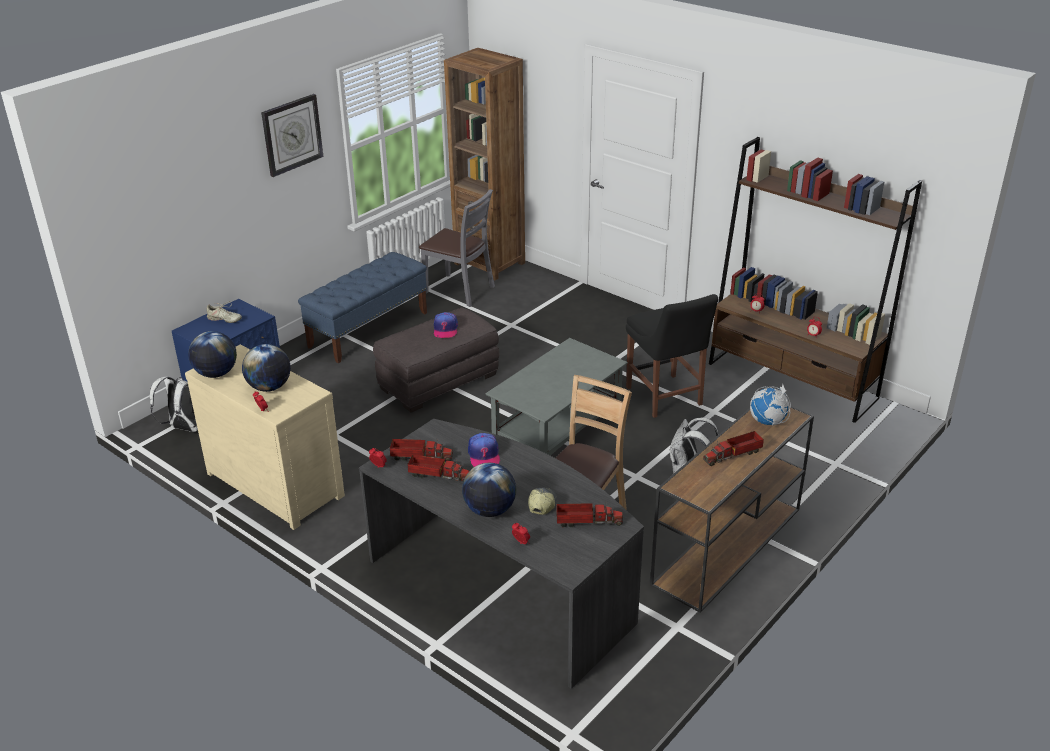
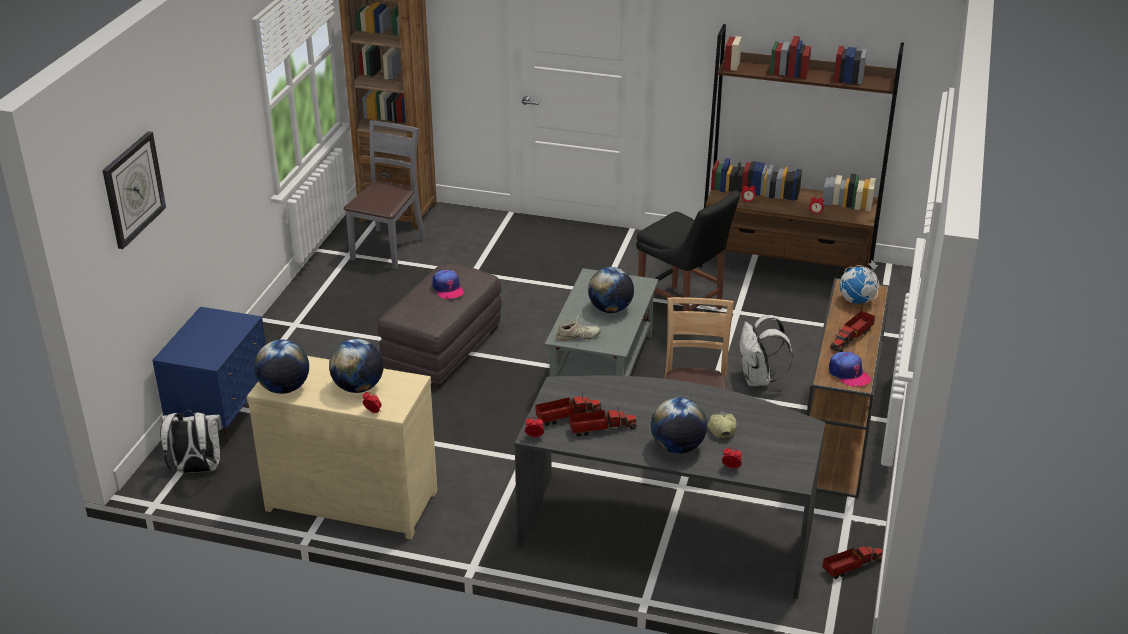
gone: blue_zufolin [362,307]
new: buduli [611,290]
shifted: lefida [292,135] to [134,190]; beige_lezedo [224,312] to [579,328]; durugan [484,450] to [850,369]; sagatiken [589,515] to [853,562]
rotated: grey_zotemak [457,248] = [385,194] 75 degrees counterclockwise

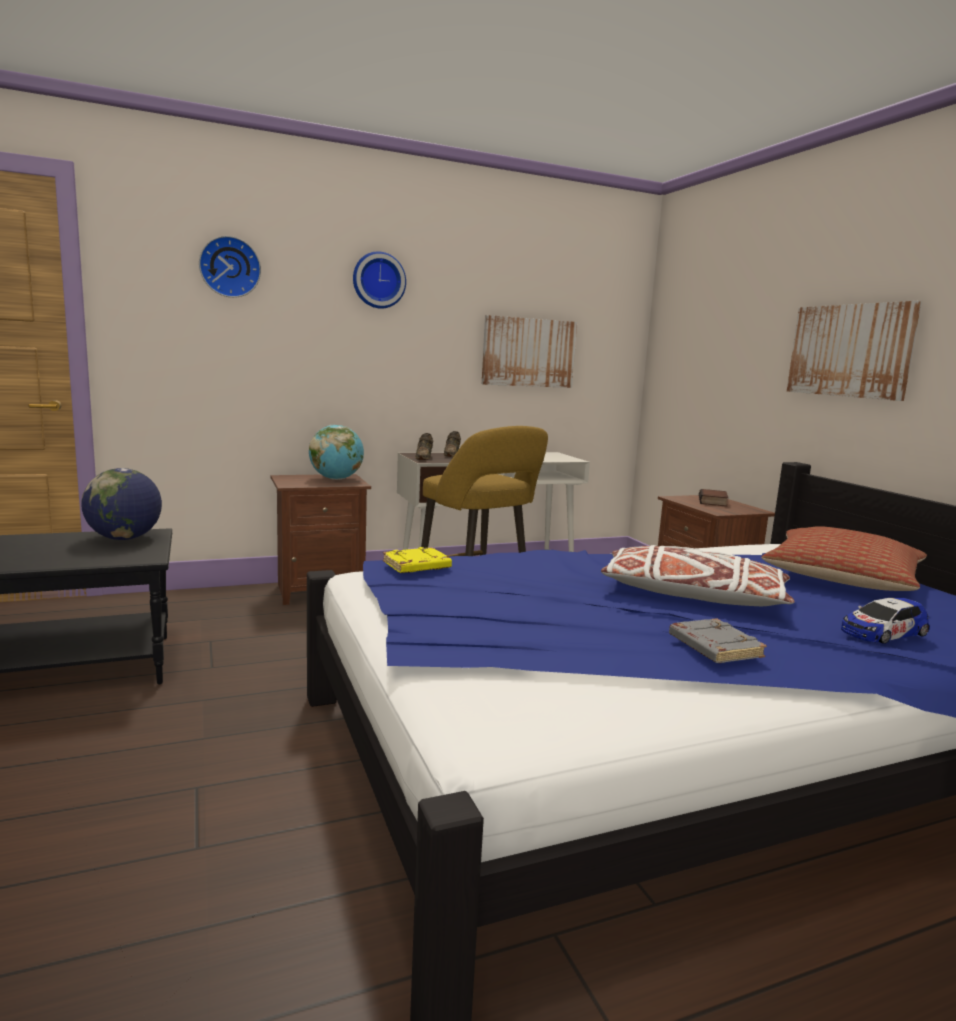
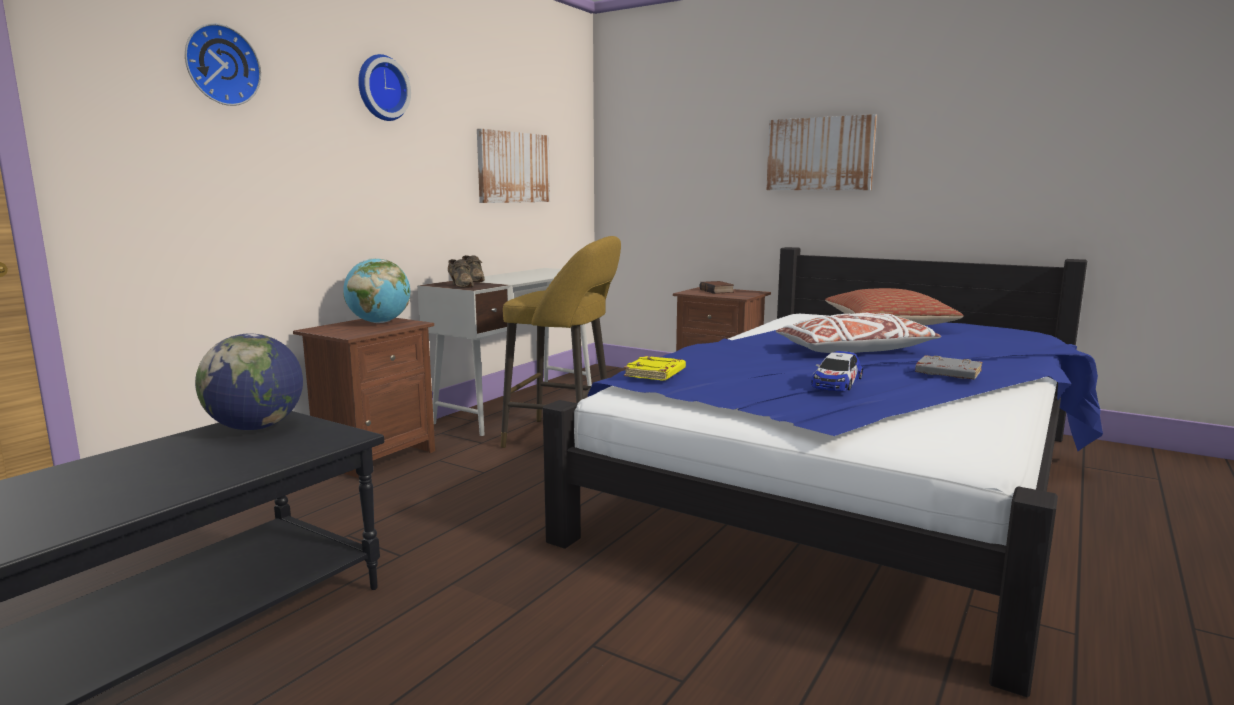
shifted: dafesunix [885,621] to [837,371]

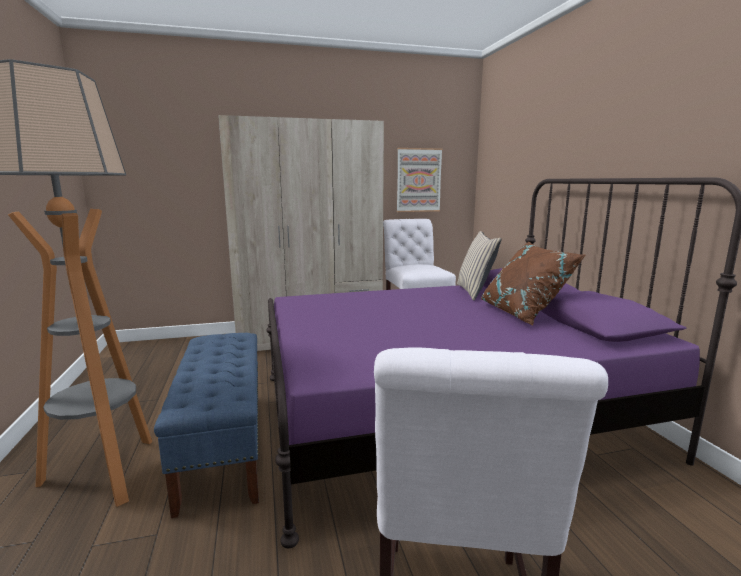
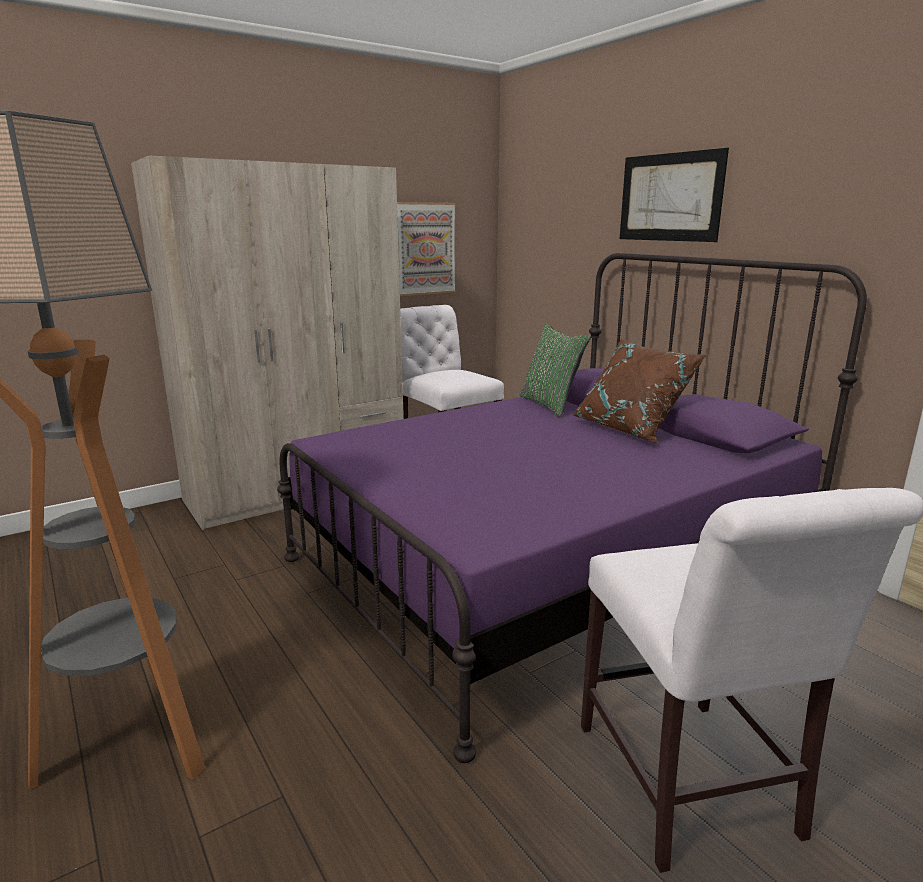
gone: blue_zufolin [206,425]
new: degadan [674,195]
repainted: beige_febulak [479,265] to green_febulak [555,371]

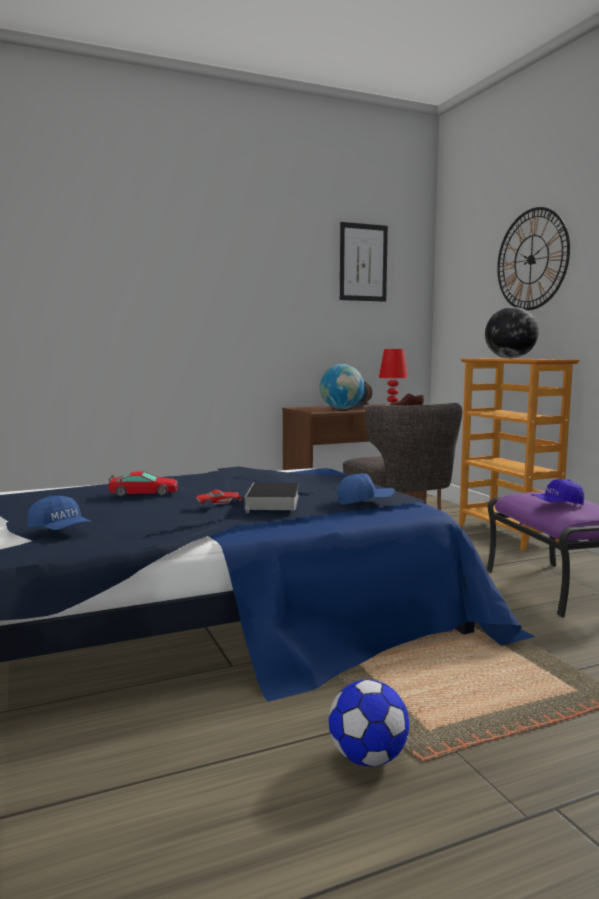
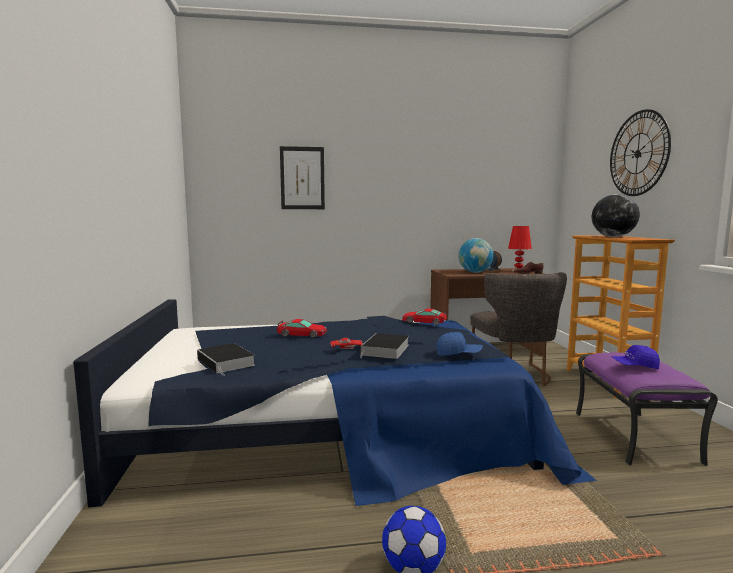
new: dafesunix [424,316]
shifted: degadan [364,262] to [302,177]
swapped: blue_durugan [59,513] to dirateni [226,359]

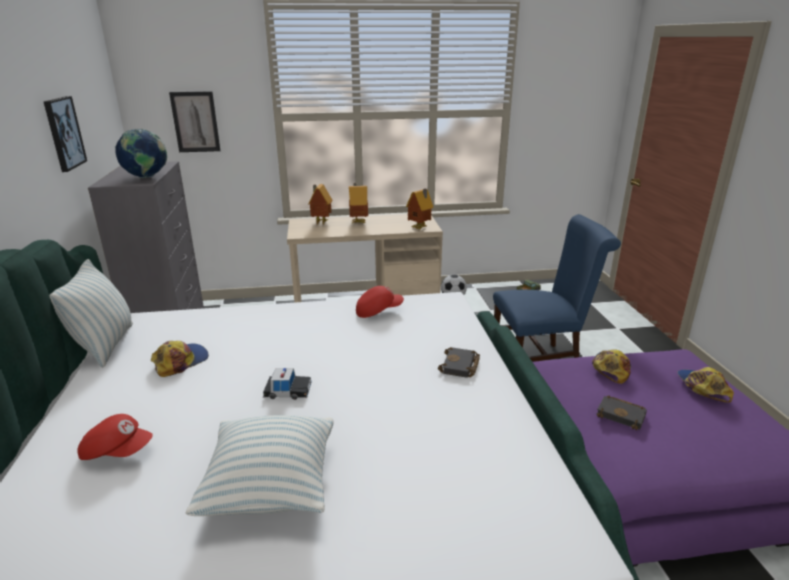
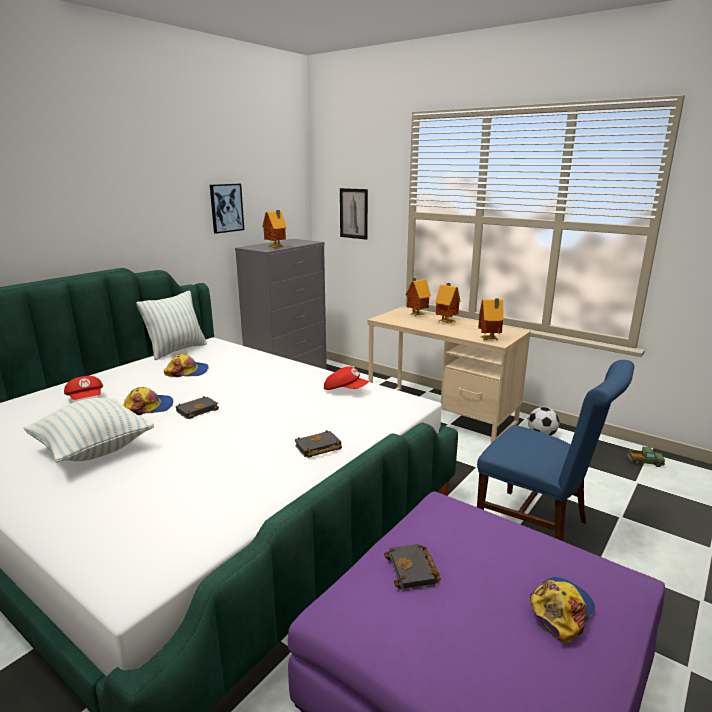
shifted: durugan [611,366] to [148,401]
swapped: buduli [141,153] to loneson [274,229]; dafesunix [287,384] to black_dirateni [197,407]

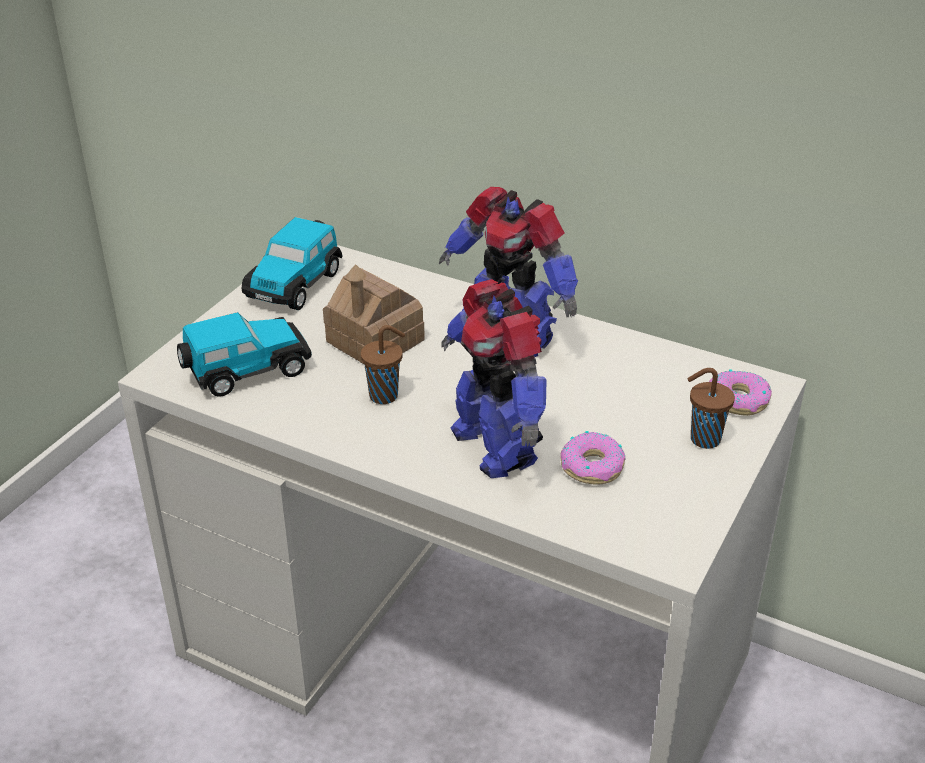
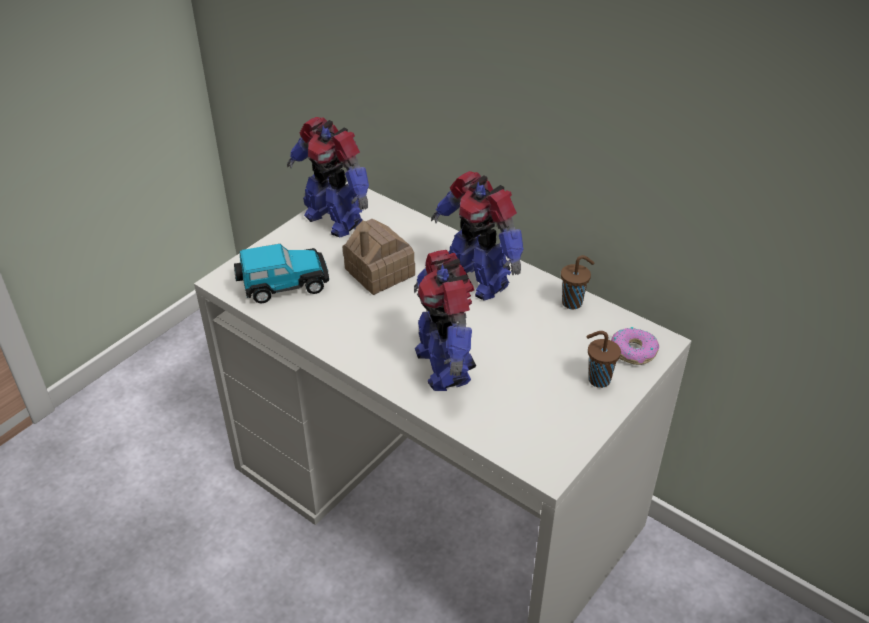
gone: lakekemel [593,458]
shifted: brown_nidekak [383,364] to [577,282]
swapped: dafesunix [292,263] to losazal [328,177]

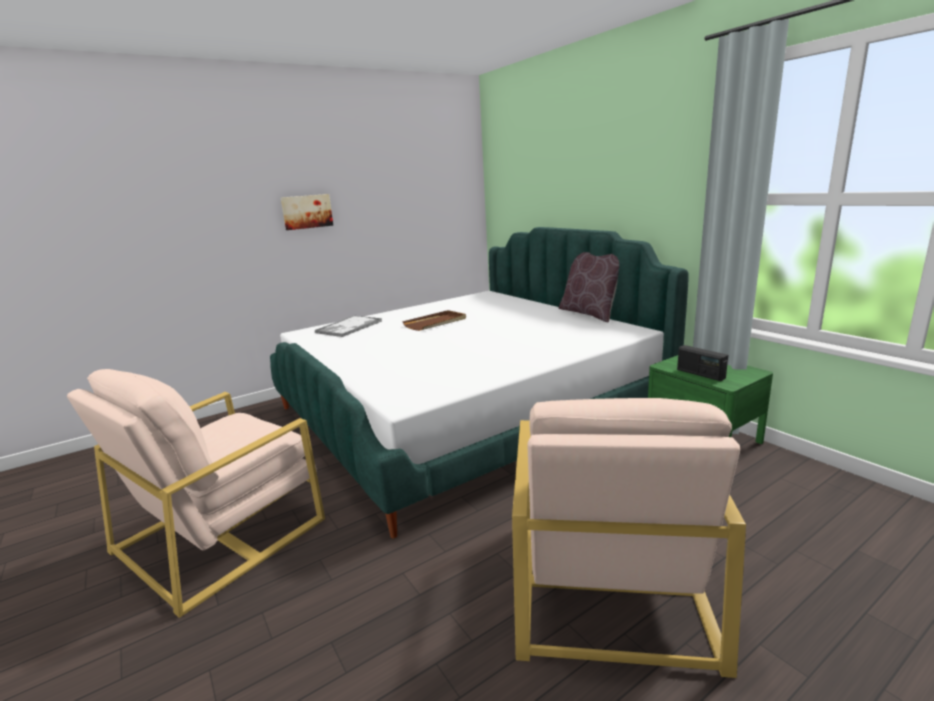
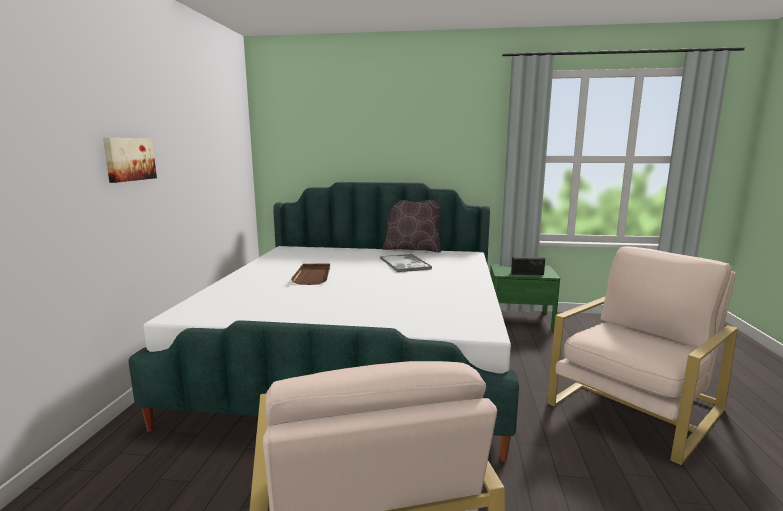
shifted: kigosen [348,326] to [406,263]
rotated: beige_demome [629,538] = [642,355] 90 degrees counterclockwise

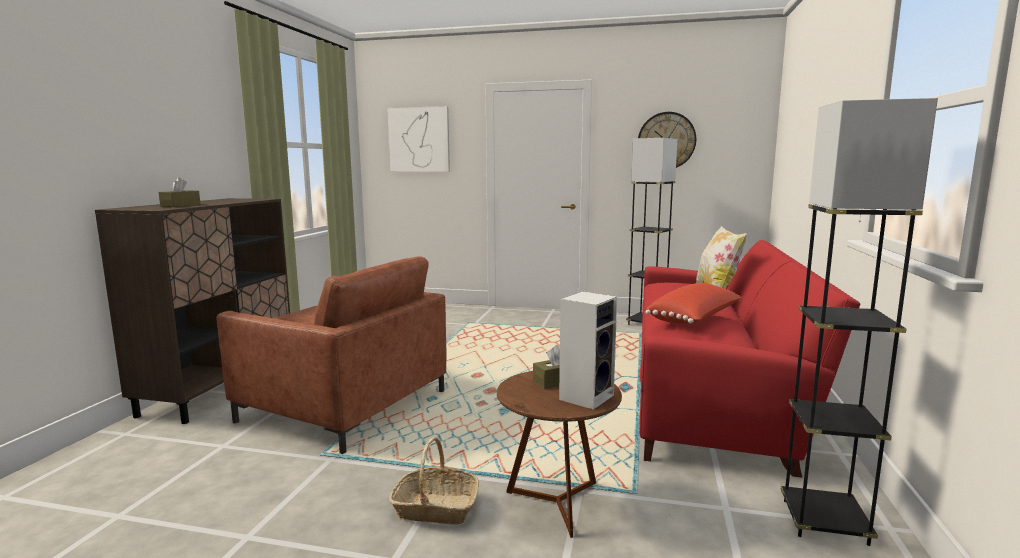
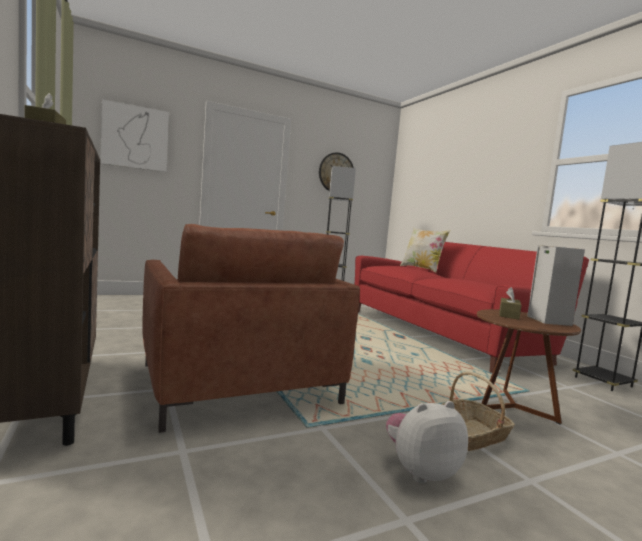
gone: red_febulak [693,303]
new: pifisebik [427,442]
rotated: brown_demome [331,355] = [251,328] 75 degrees clockwise

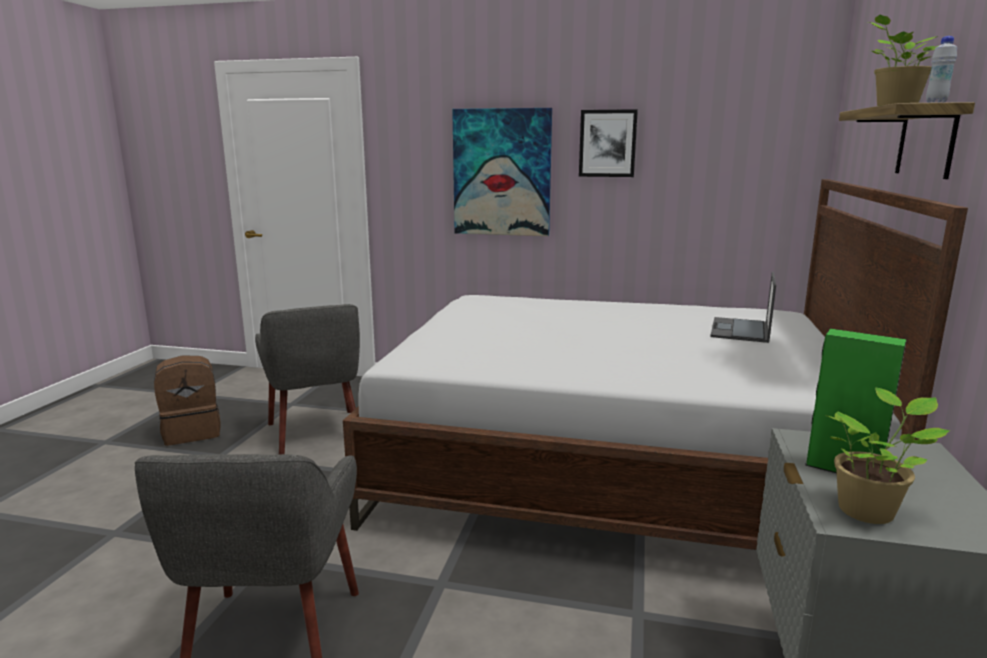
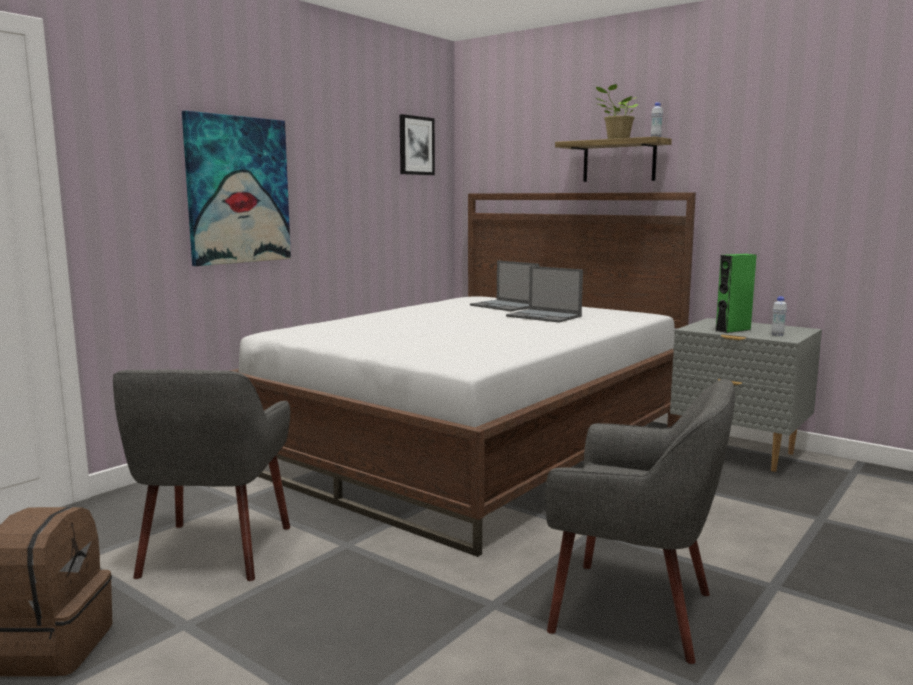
new: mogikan [544,294]
shifted: degadan [608,143] to [417,144]
swapped: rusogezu [887,456] to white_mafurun [779,316]
rotated: grey_demome [307,379] = [201,475] 90 degrees clockwise

